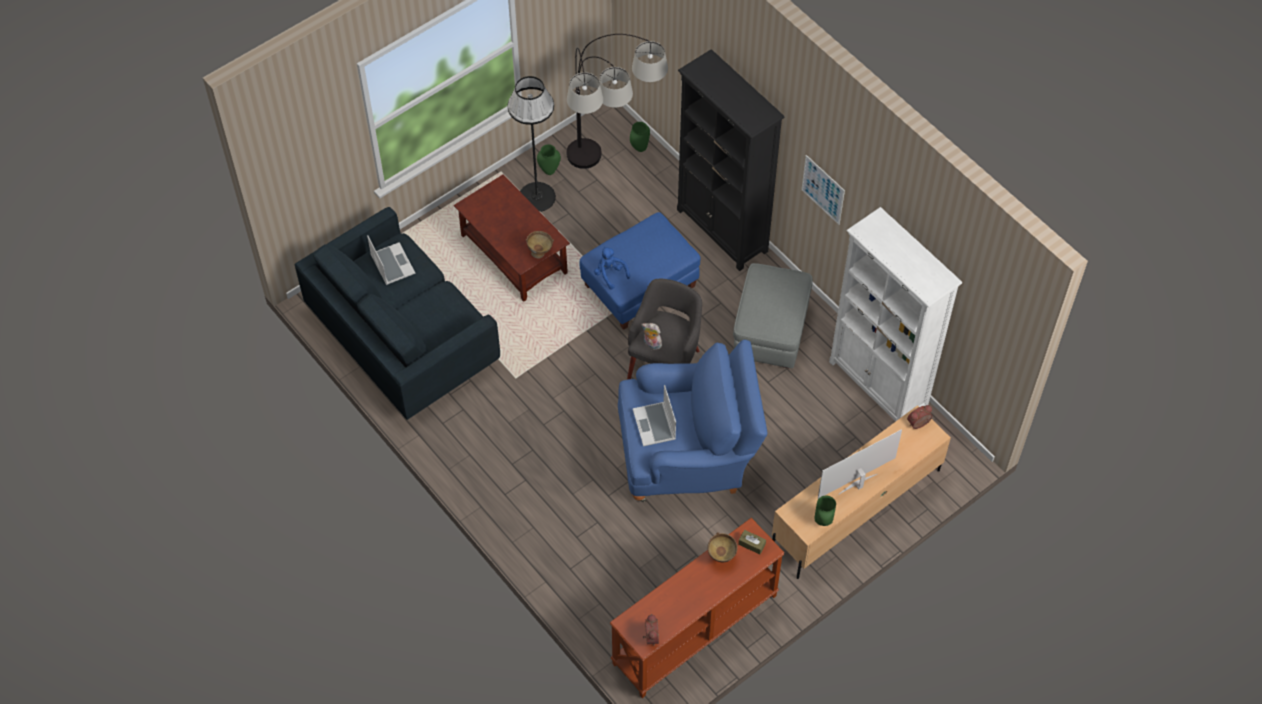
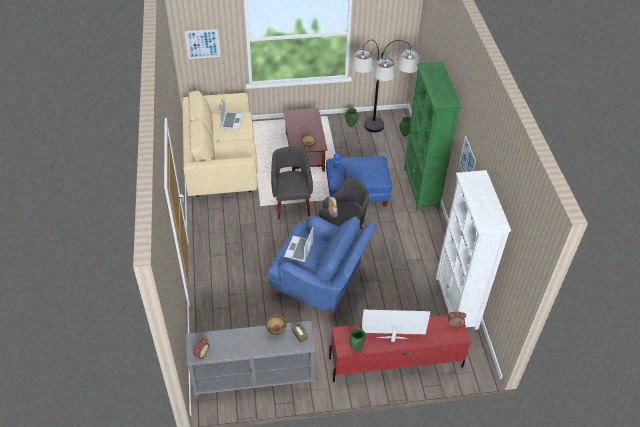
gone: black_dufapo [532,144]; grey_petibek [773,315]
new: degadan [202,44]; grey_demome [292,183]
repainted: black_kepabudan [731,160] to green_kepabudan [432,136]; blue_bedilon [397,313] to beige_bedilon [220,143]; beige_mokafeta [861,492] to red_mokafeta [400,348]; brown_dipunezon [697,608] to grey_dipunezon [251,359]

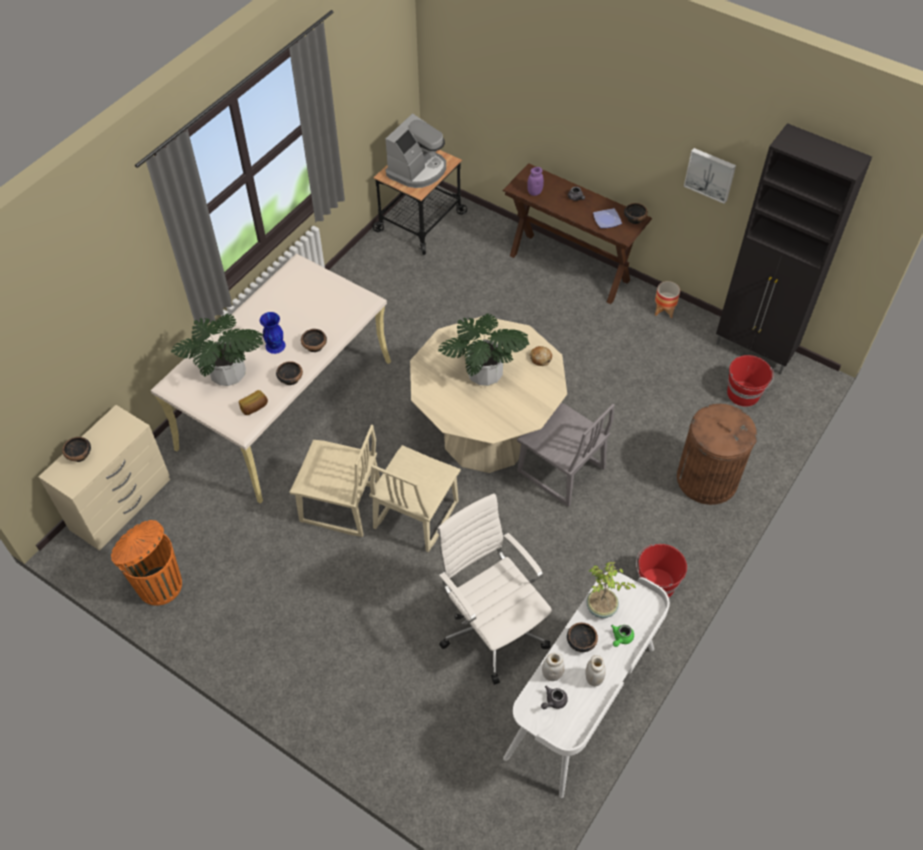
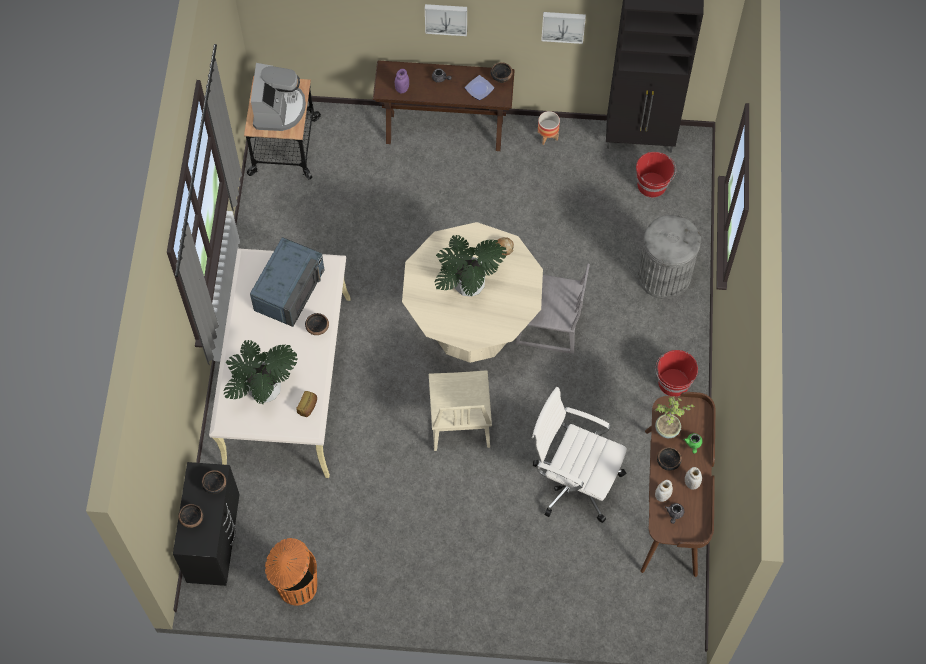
gone: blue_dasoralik [273,333]; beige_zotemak [335,481]
new: degadan [446,20]; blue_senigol [287,282]
shifted: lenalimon [289,373] to [213,482]
repainted: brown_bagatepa [717,454] to grey_bagatepa [669,257]; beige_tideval [104,478] to black_tideval [206,524]; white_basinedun [586,685] to brown_basinedun [677,484]

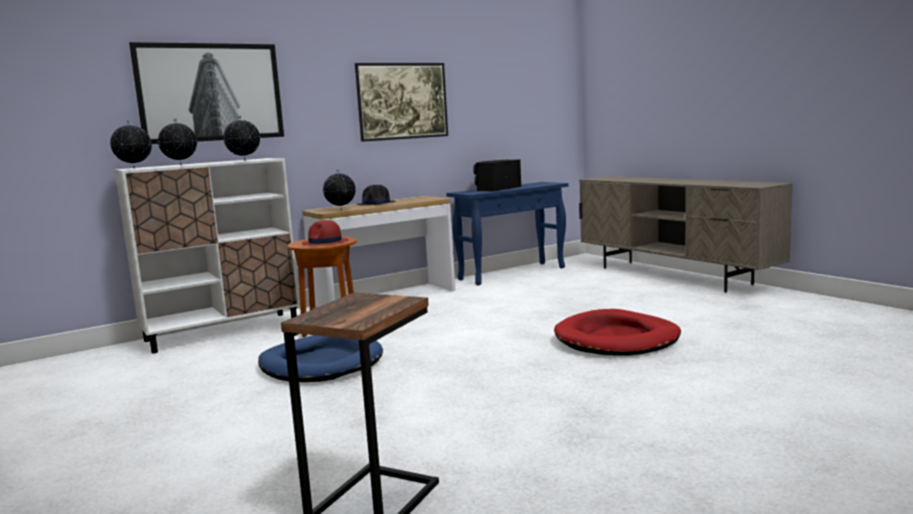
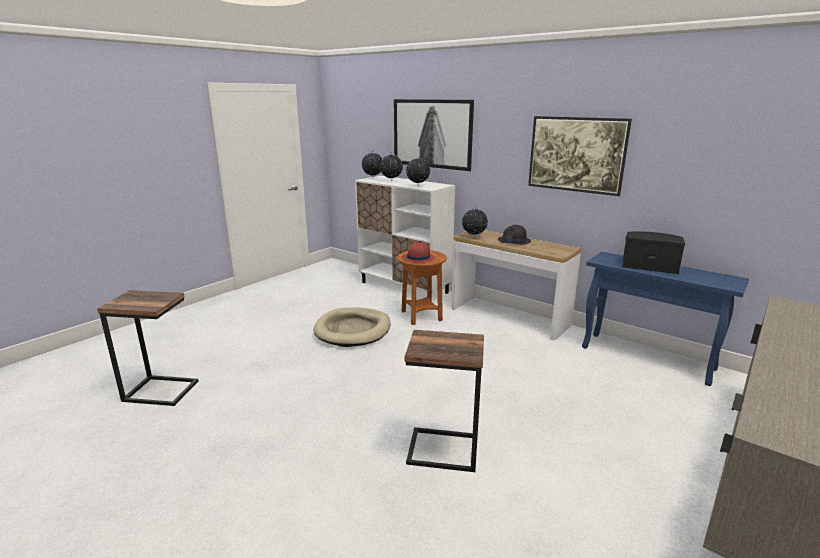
swapped: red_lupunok [617,332] to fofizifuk [444,401]
repainted: blue_lupunok [320,358] to beige_lupunok [351,327]

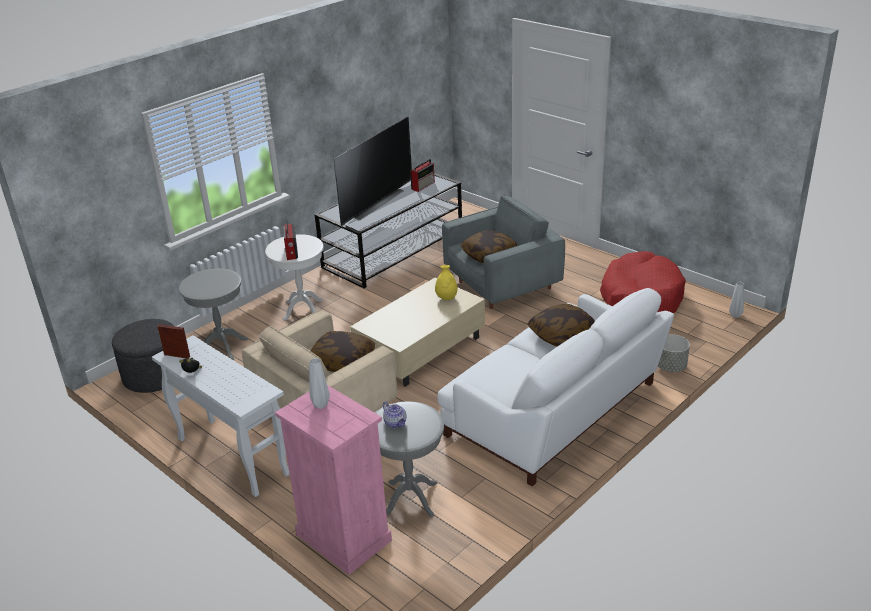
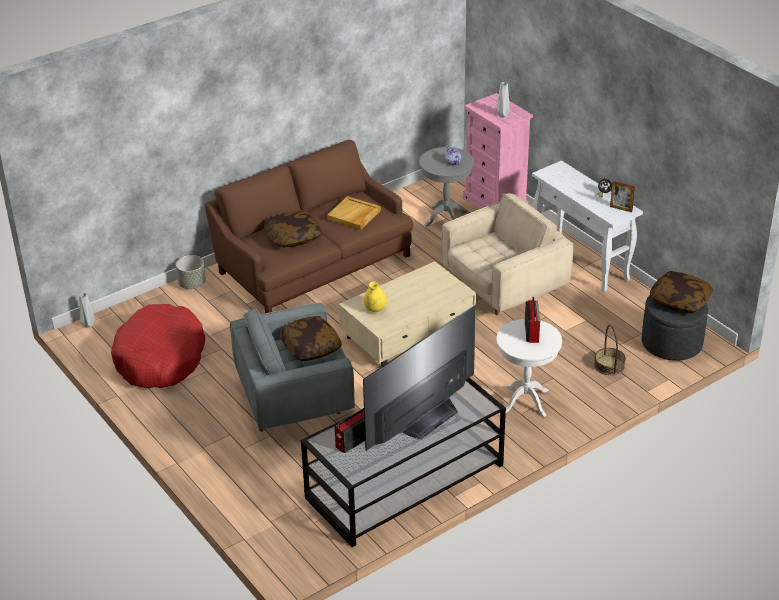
new: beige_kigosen [354,213]
shifted: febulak [342,351] to [681,292]
swapped: grey_fofizifuk [213,314] to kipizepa [610,350]
repainted: white_bedilon [555,387] to brown_bedilon [309,226]

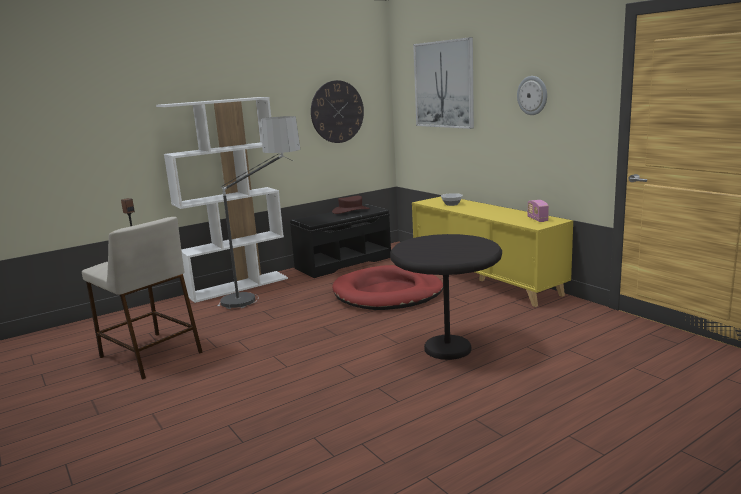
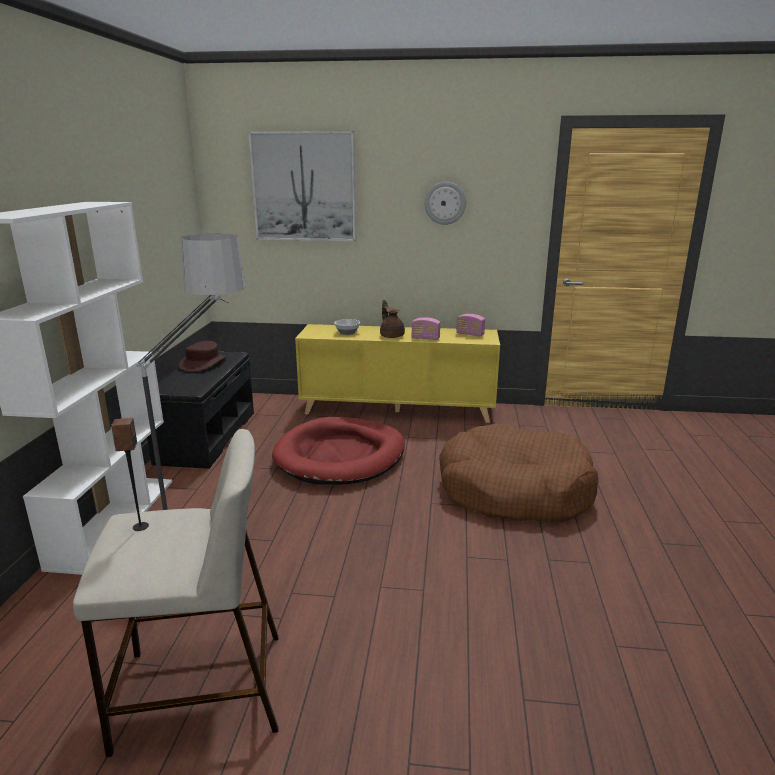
gone: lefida [337,111]
new: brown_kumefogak [392,319]; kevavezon [425,328]
swapped: black_fofizifuk [446,297] to brown_lupunok [518,473]

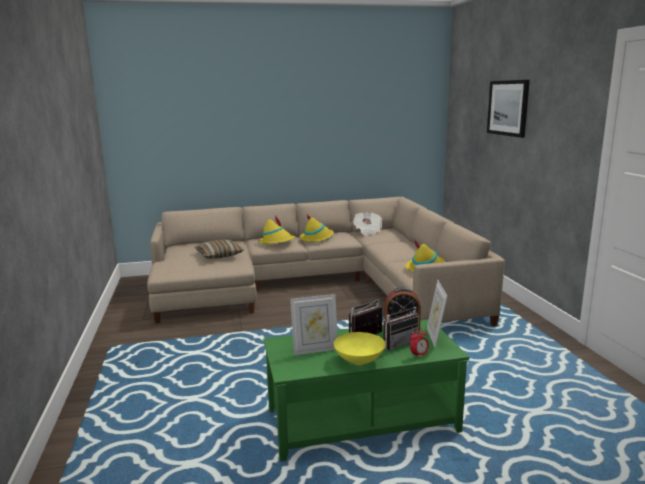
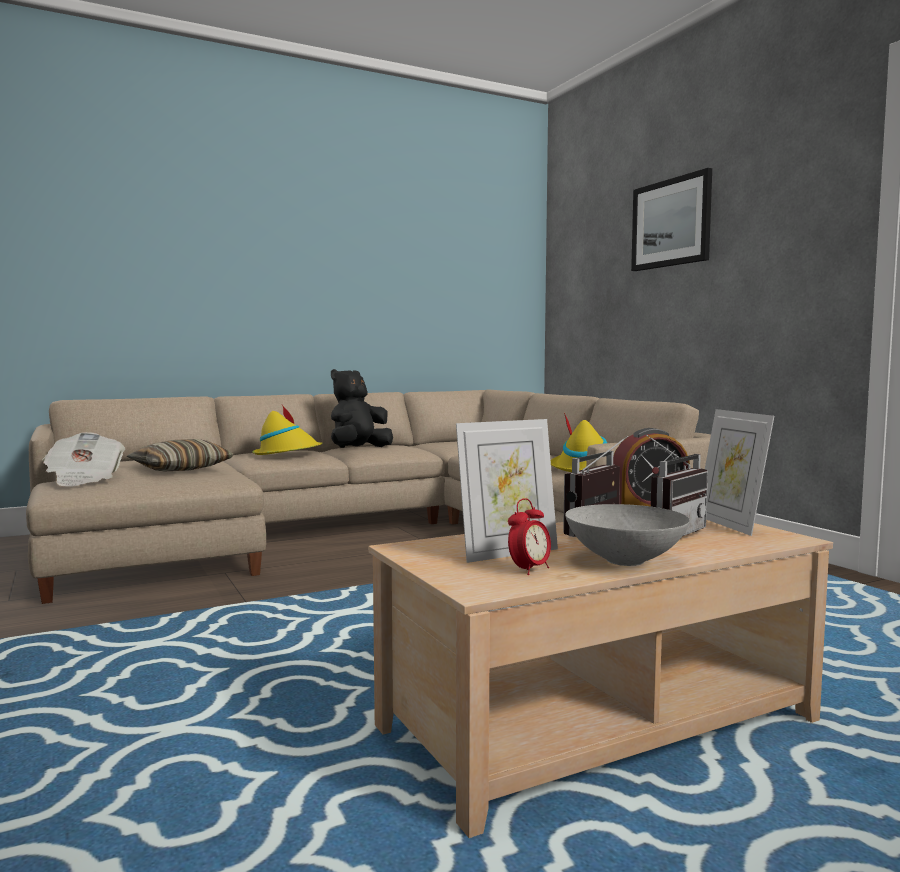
shifted: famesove [367,223] to [84,459]; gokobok [419,343] to [529,536]
swapped: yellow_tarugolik [317,227] to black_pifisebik [362,408]
repainted: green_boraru [366,390] to beige_boraru [600,679]; yellow_lenalimon [360,348] to grey_lenalimon [627,535]

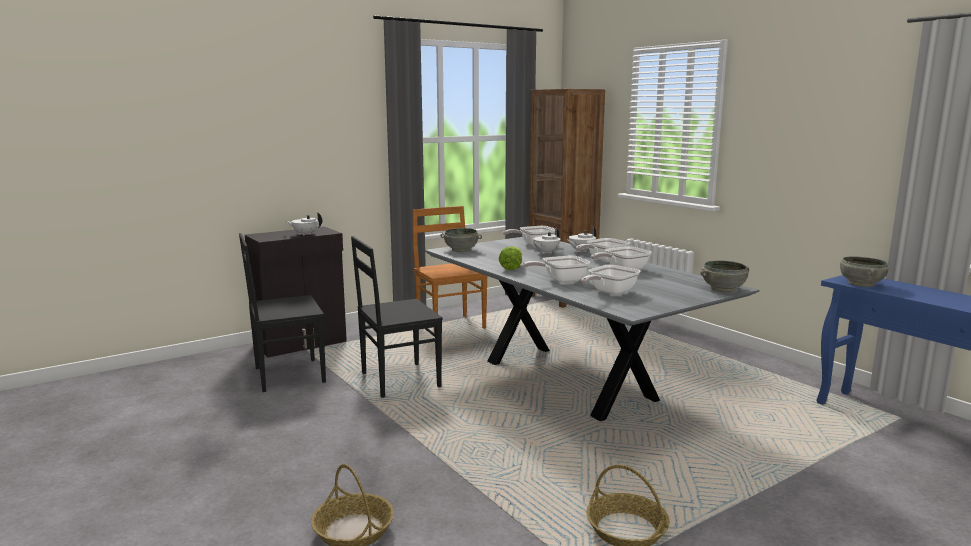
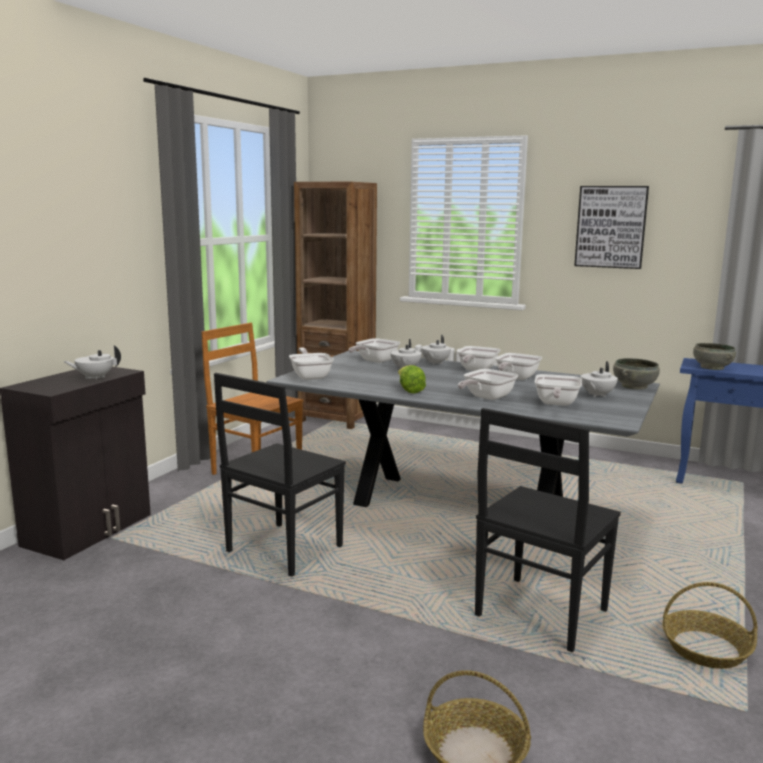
new: degadan [611,227]; white_kumefogak [599,379]
shifted: black_zotemak [282,312] to [548,530]
swapped: grey_lenalimon [461,240] to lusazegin [311,363]

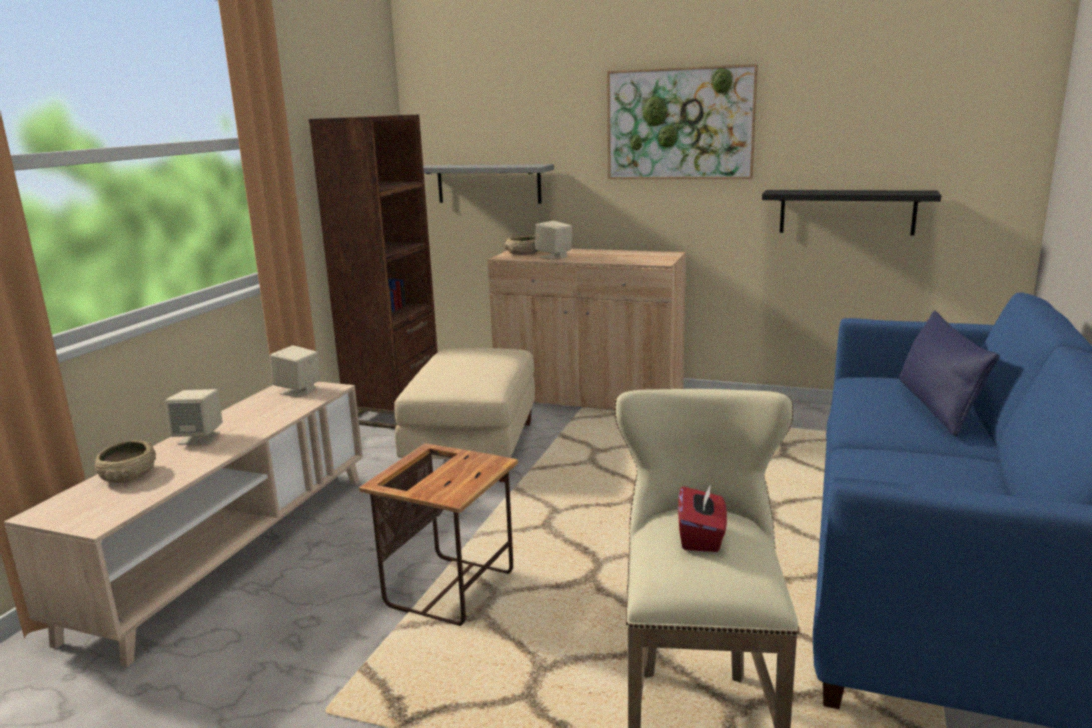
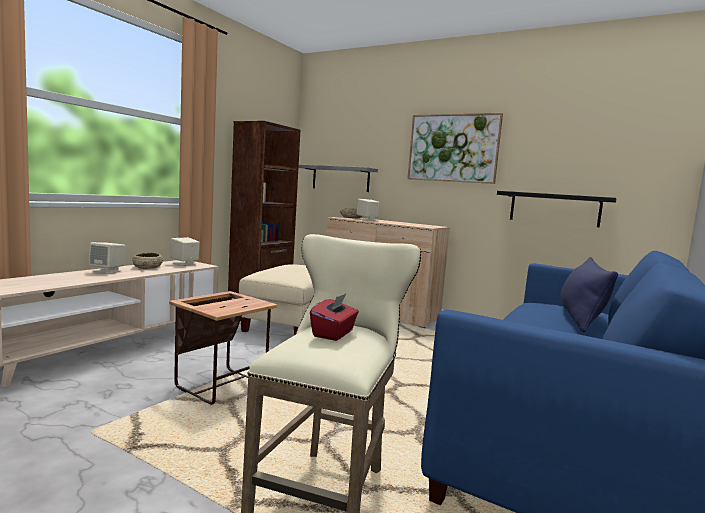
shifted: beige_lenalimon [125,461] to [147,260]

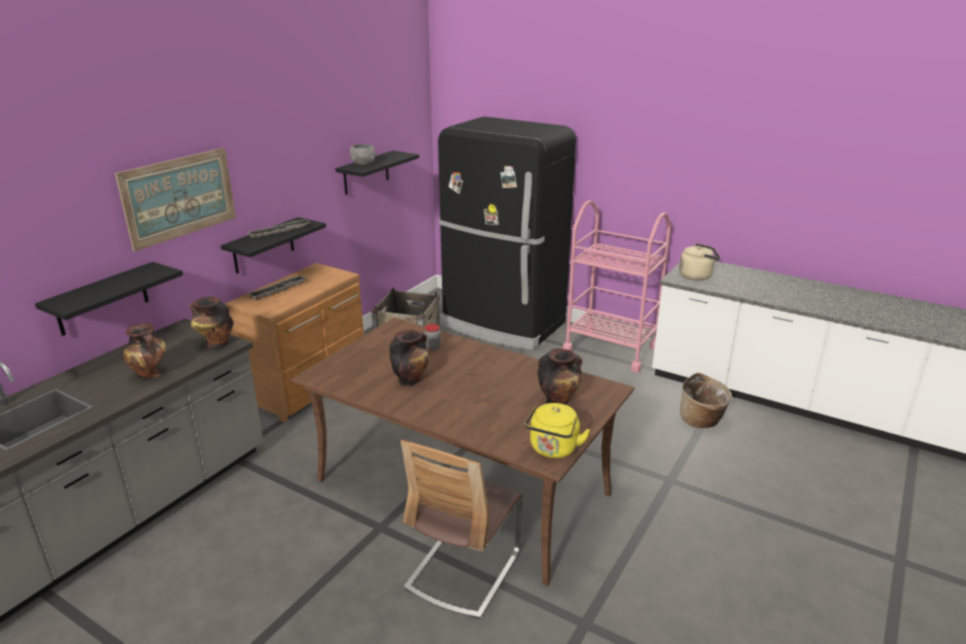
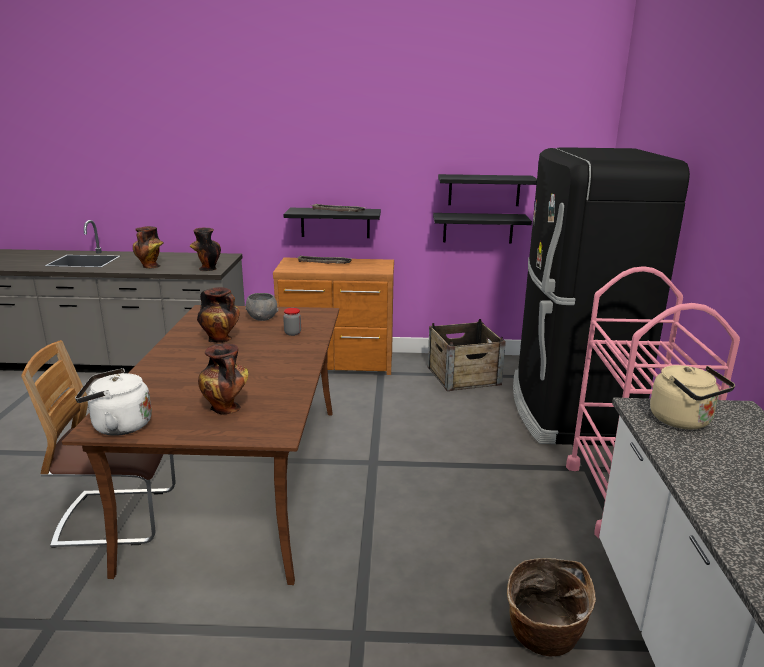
gone: degadan [175,199]
shifted: grey_lenalimon [362,154] to [261,307]; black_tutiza [109,299] to [482,228]
repainted: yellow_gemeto [557,430] to white_gemeto [113,402]

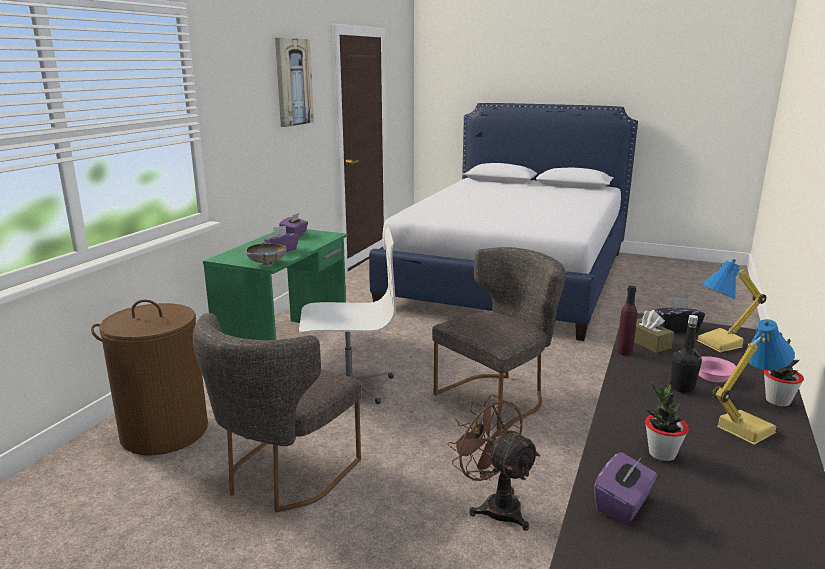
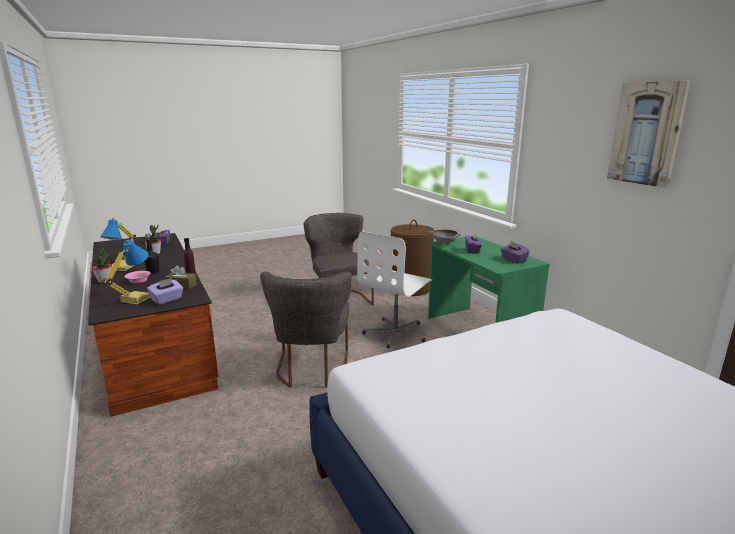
gone: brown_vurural [494,462]
repainted: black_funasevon [680,315] to purple_funasevon [165,291]

